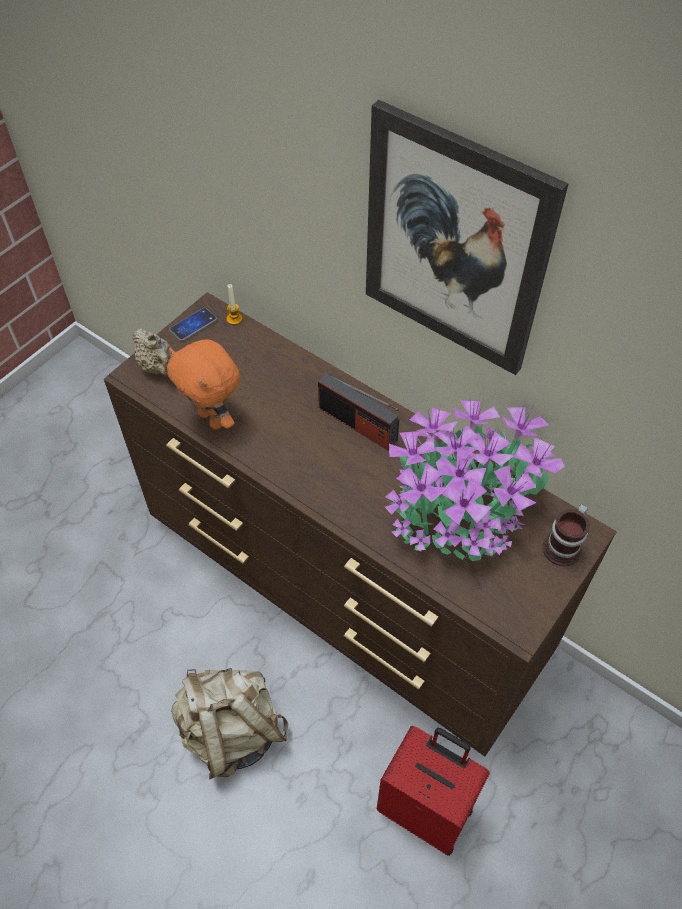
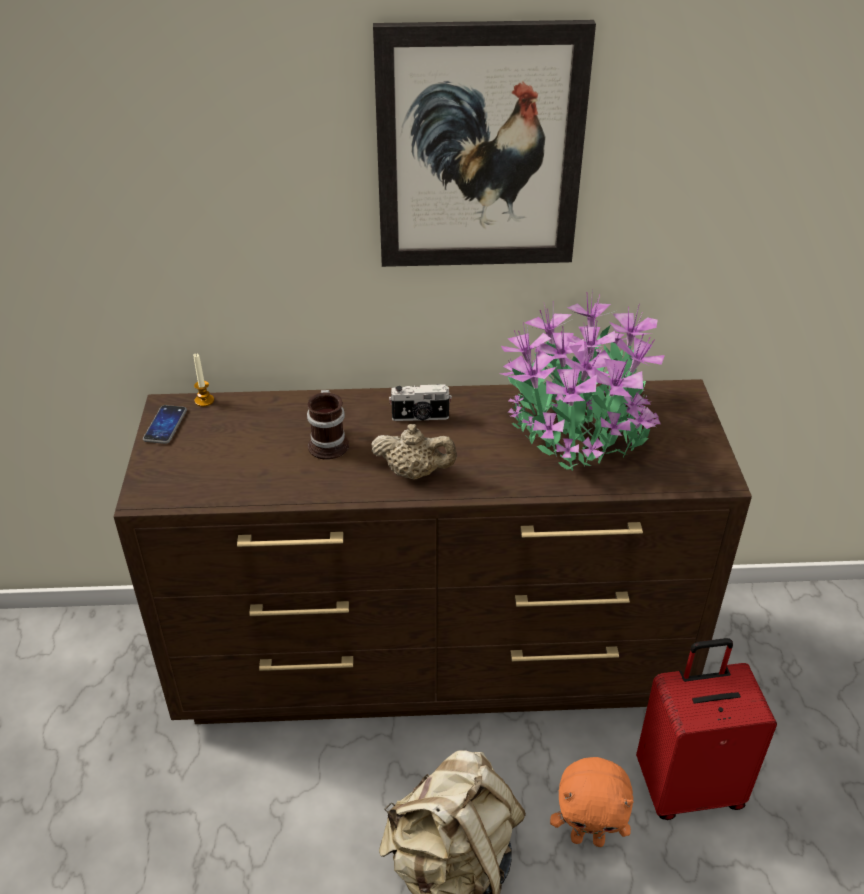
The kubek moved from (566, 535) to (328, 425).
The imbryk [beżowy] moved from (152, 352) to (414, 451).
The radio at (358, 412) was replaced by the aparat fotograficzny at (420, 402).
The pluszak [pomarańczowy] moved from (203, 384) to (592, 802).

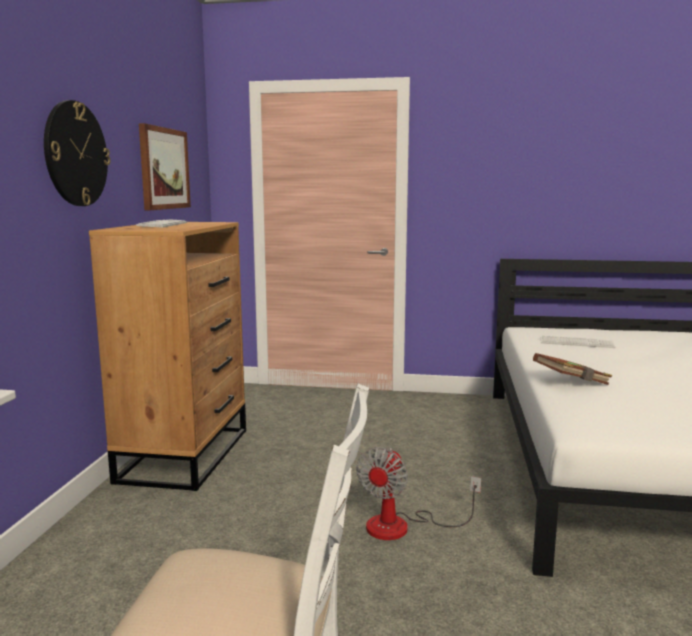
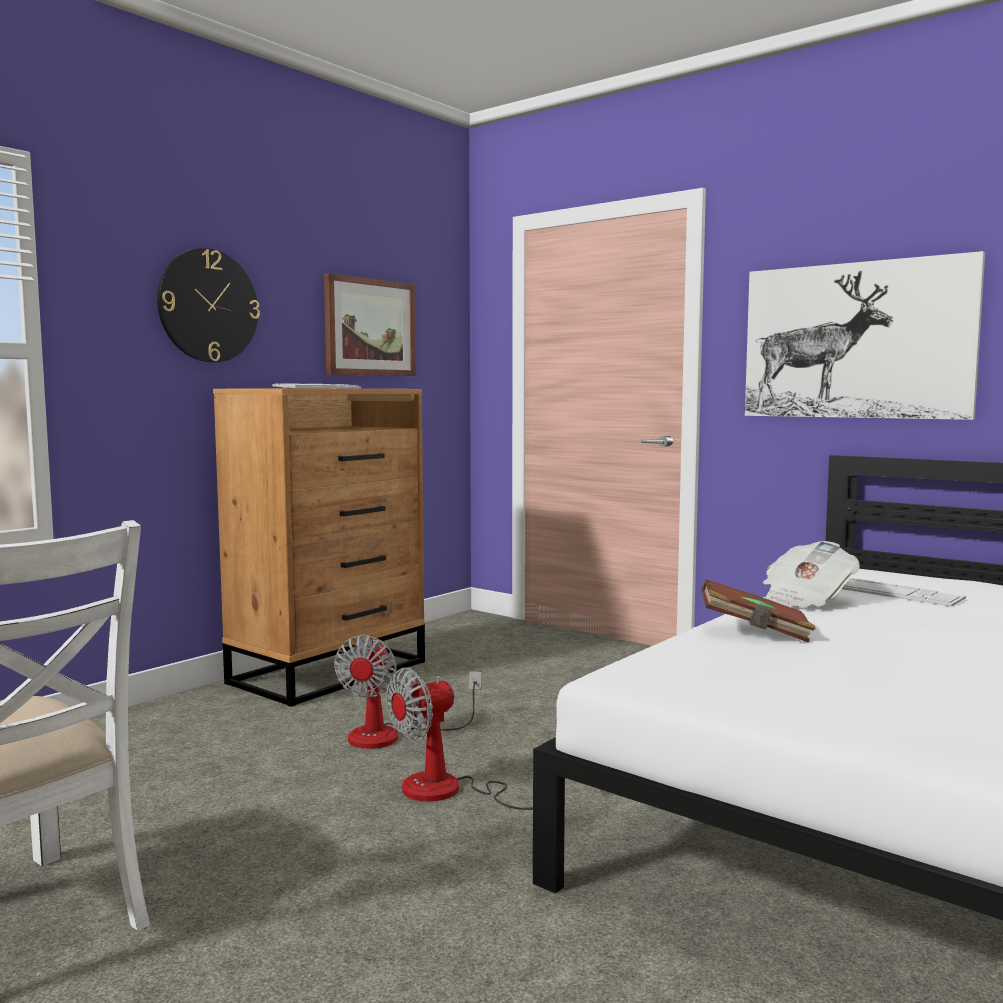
The wentylator at (407, 692) appeared.
The obraz at (865, 335) appeared.
The gazeta at (811, 574) appeared.

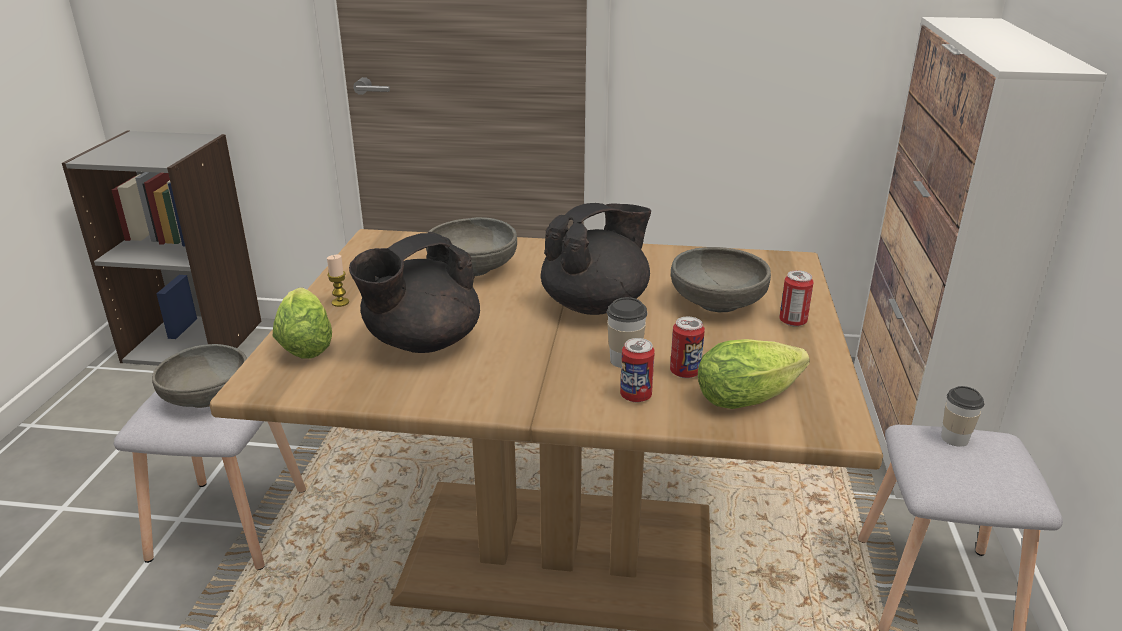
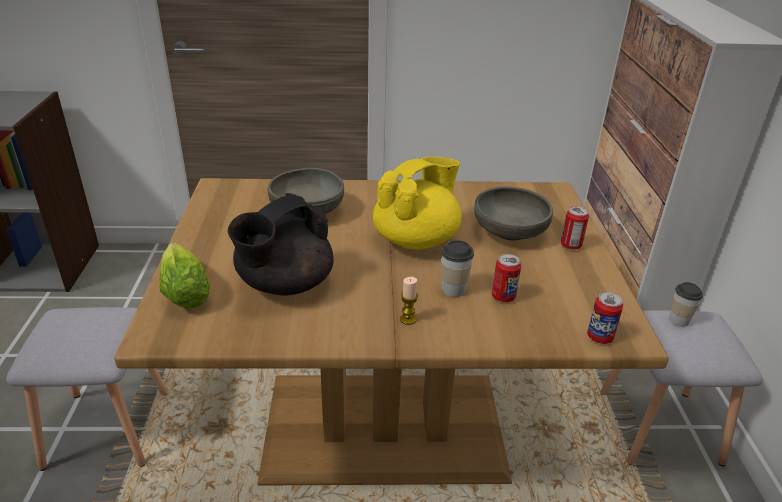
The imbryk [czarny] at (596, 259) became the imbryk [żółty] at (417, 203).
The świeca moved from (338, 281) to (409, 301).
The puszka moved from (637, 370) to (605, 318).
The miska [szary] at (199, 376) disappeared.
The sałata at (753, 374) disappeared.

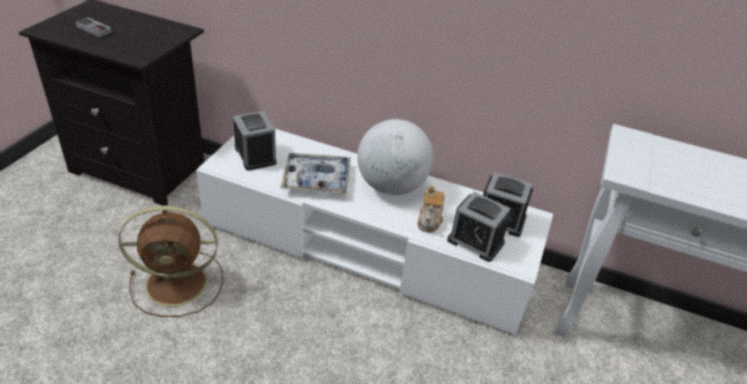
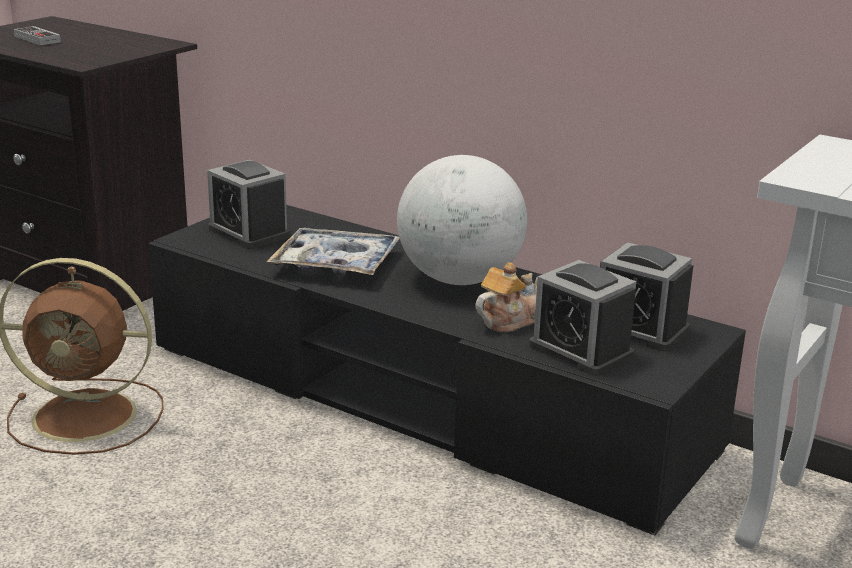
The szafka pod telewizor [biały] at (374, 231) became the szafka pod telewizor [czarny] at (447, 370).
The budzik at (255, 141) turned 150 degrees clockwise.
The imbryk at (431, 209) turned 150 degrees counterclockwise.

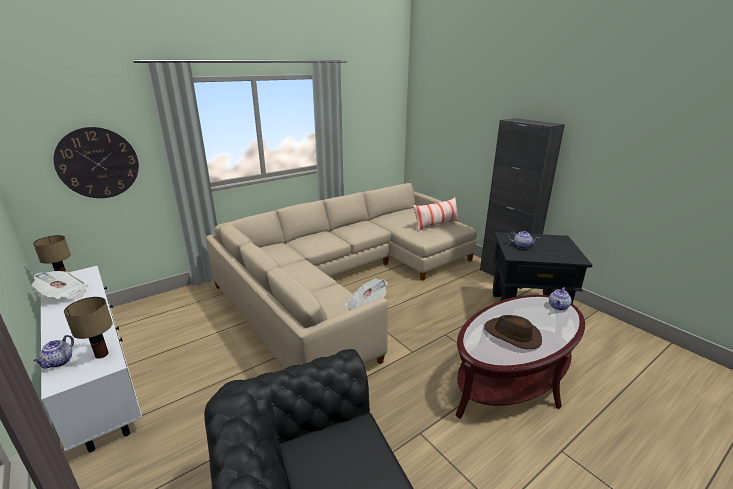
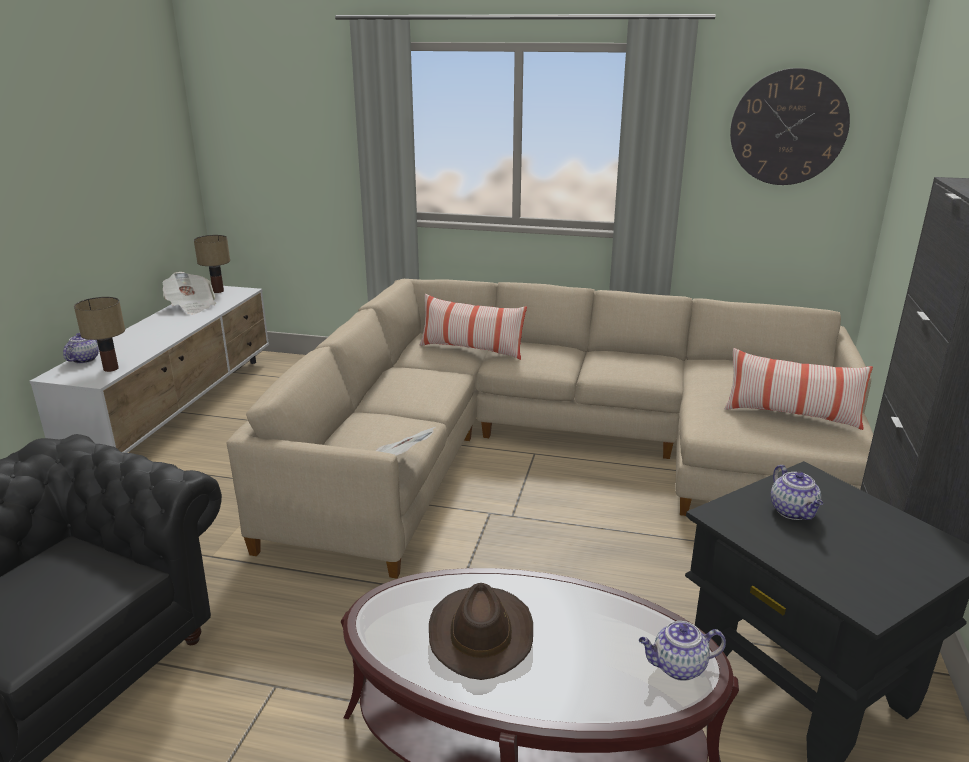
The imbryk at (53, 352) turned 135 degrees clockwise.
The poduszka at (473, 327) appeared.
The zegar ścienny moved from (96, 162) to (790, 126).

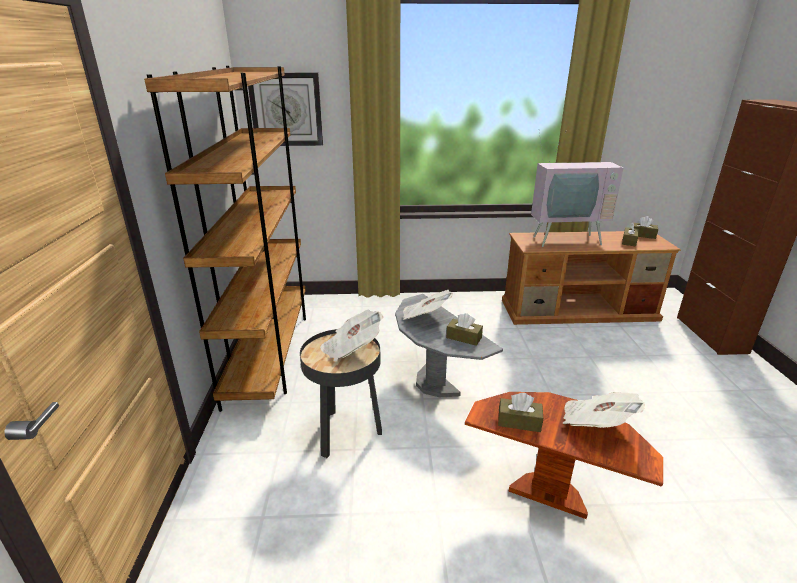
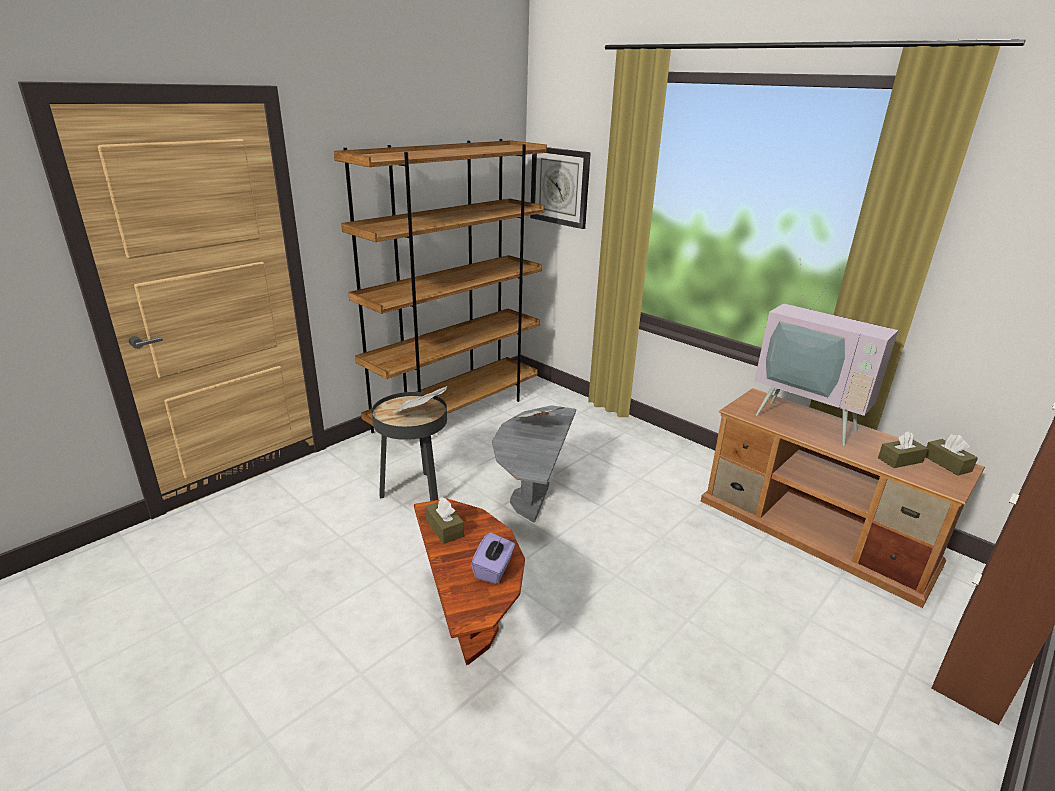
The gazeta at (603, 410) was replaced by the pudełko chusteczek [fioletowy] at (493, 558).
The pudełko chusteczek [brązowy] at (464, 329) disappeared.

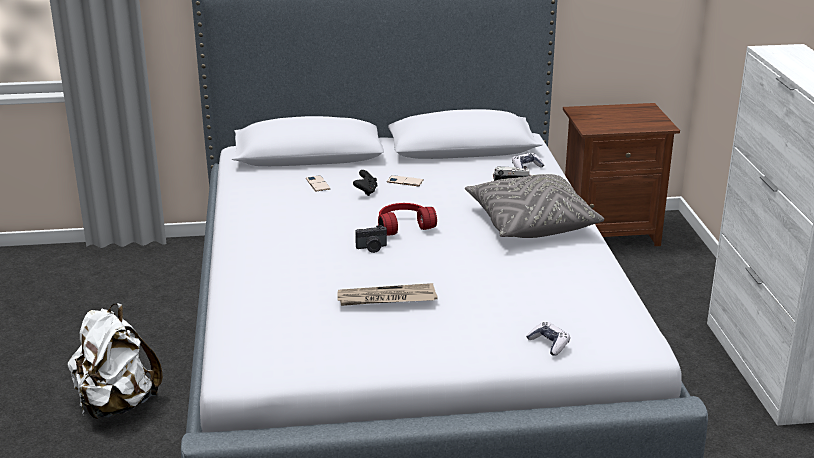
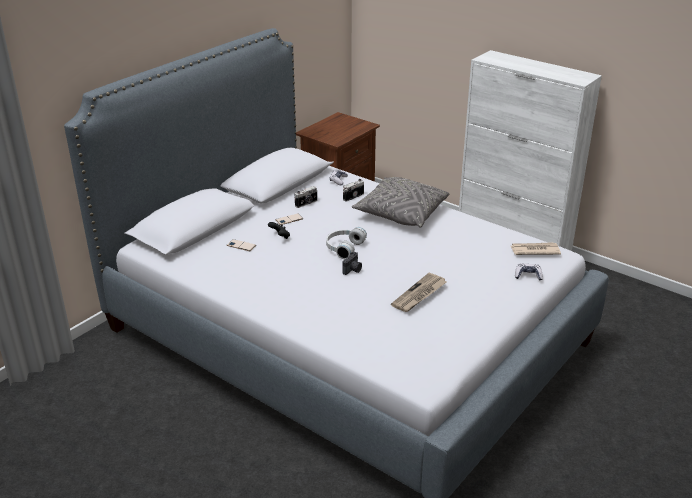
The aparat fotograficzny at (306, 197) appeared.
The słuchawki [czerwony] at (407, 219) became the słuchawki [biały] at (346, 243).
The gazeta at (536, 248) appeared.
The plecak [biały] at (115, 361) disappeared.

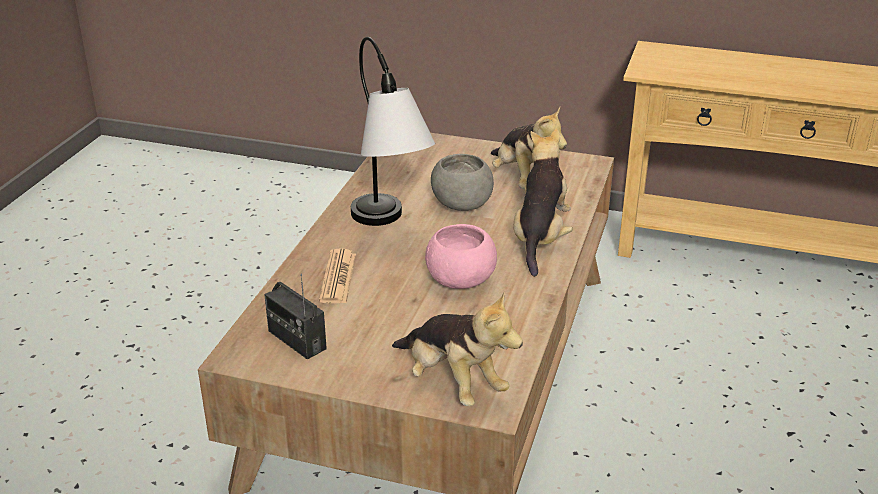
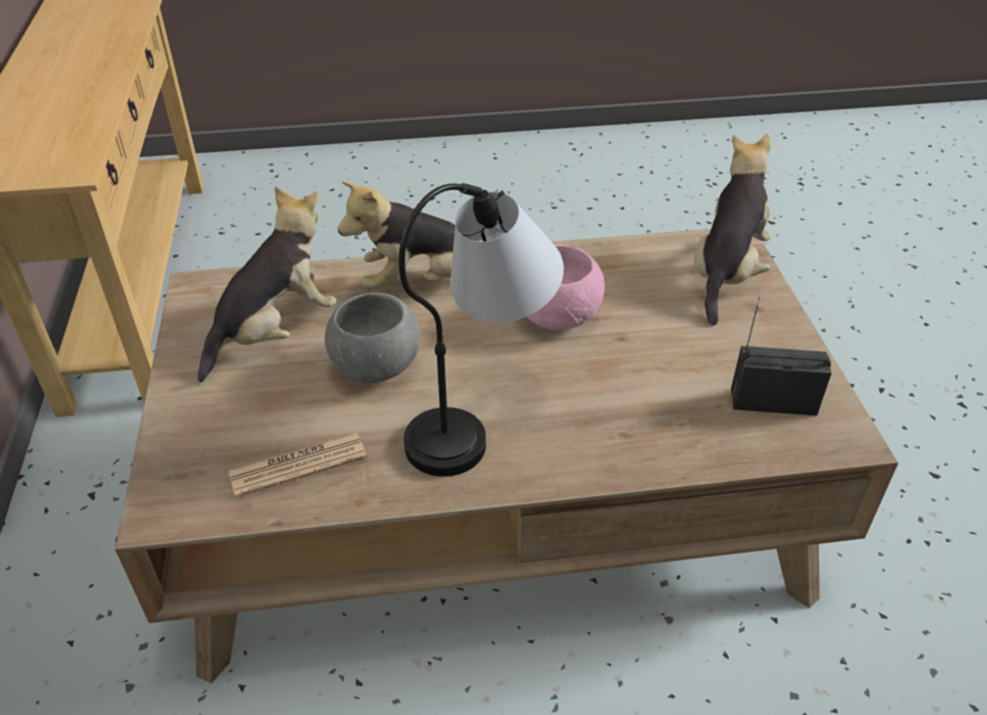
The gazeta moved from (337, 275) to (297, 465).
The radio at (295, 317) turned 105 degrees counterclockwise.

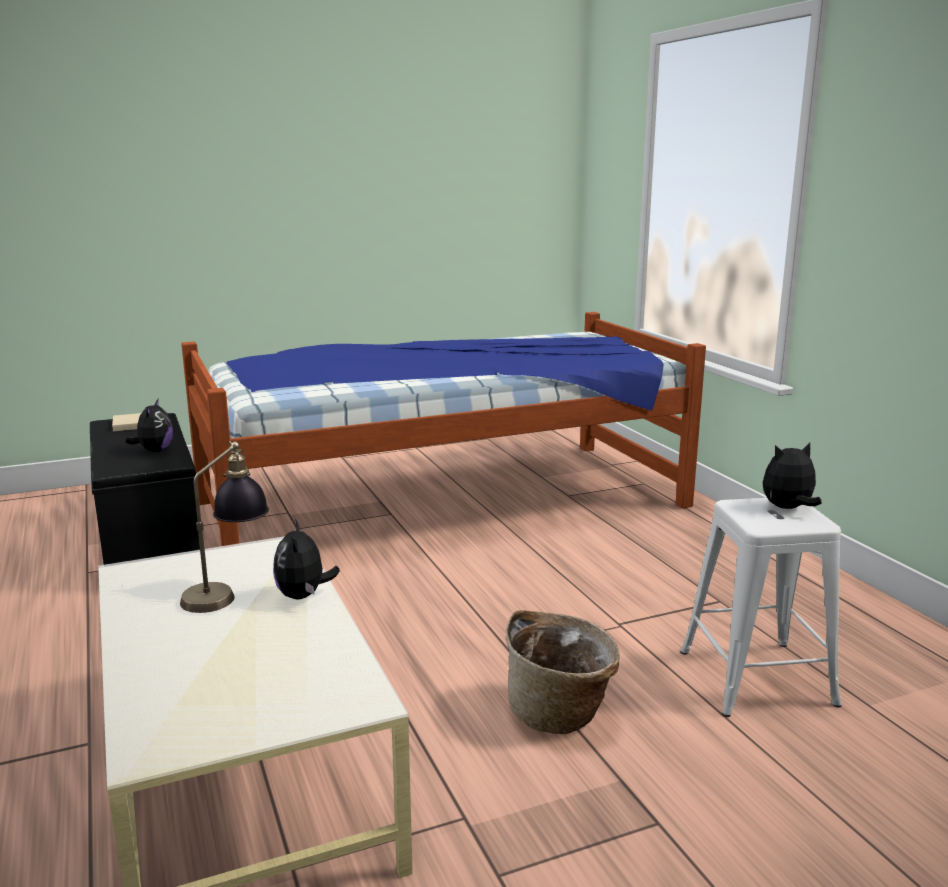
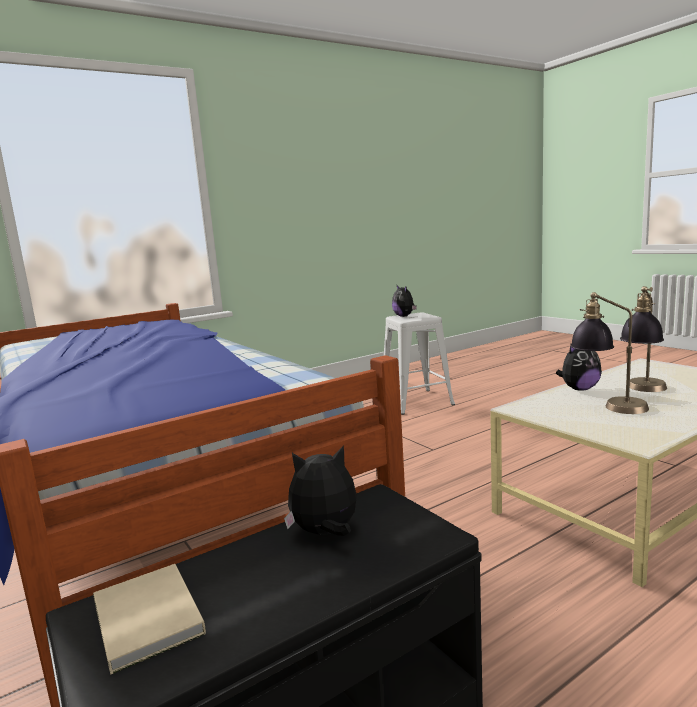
The lampa stołowa at (643, 339) appeared.
The koszyk at (563, 672) disappeared.

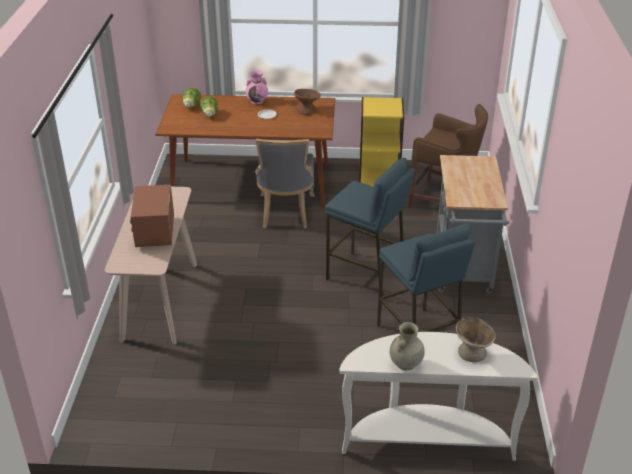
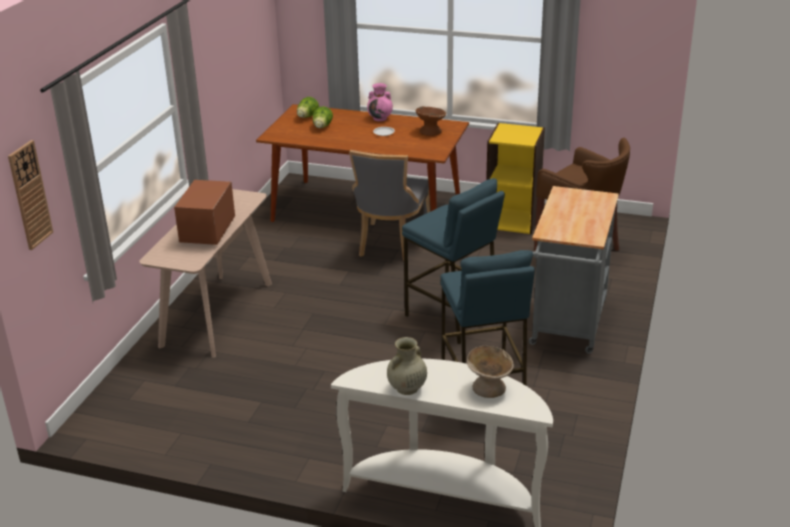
The zegar ścienny at (30, 195) appeared.

